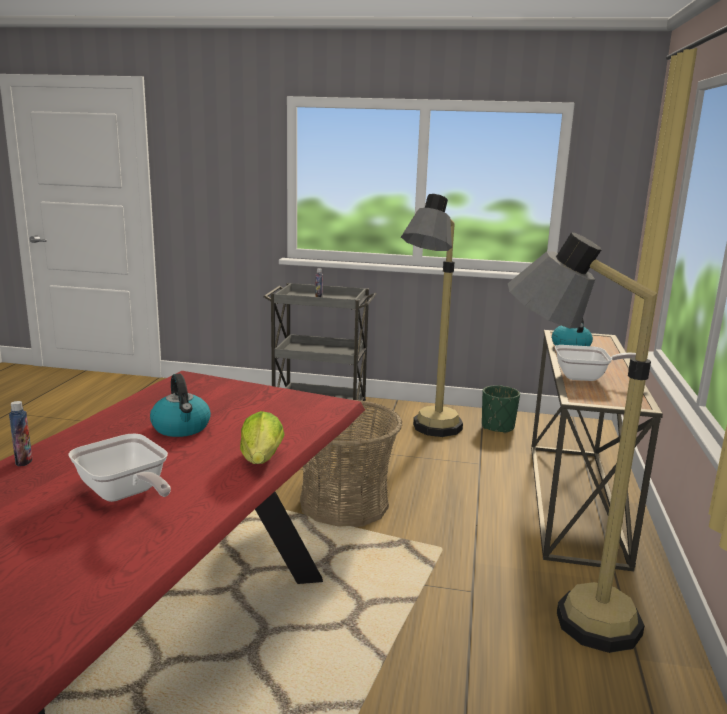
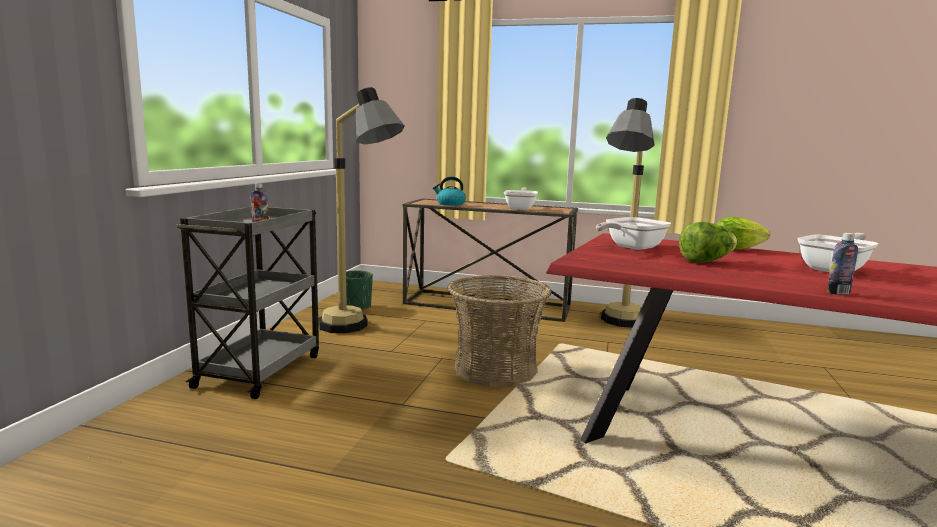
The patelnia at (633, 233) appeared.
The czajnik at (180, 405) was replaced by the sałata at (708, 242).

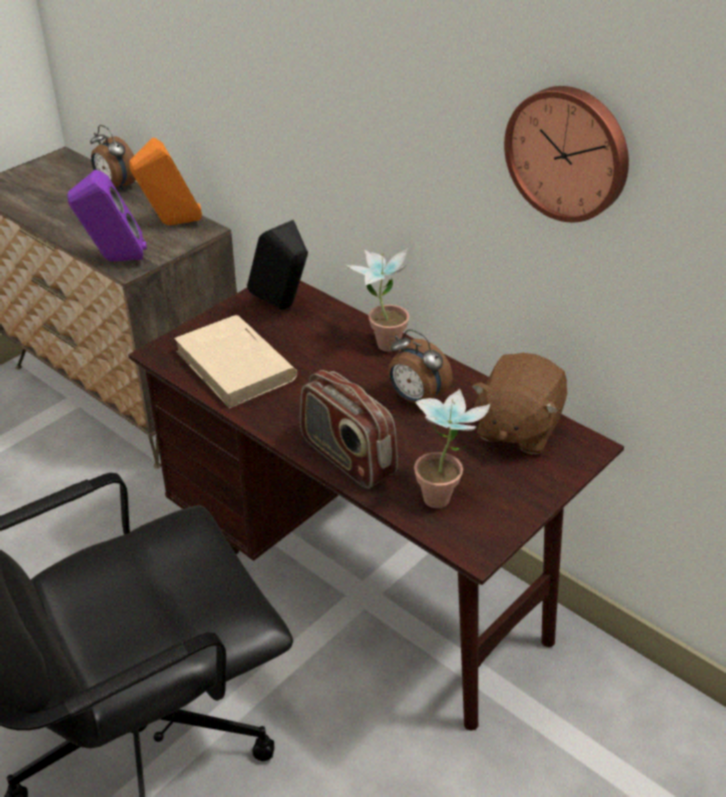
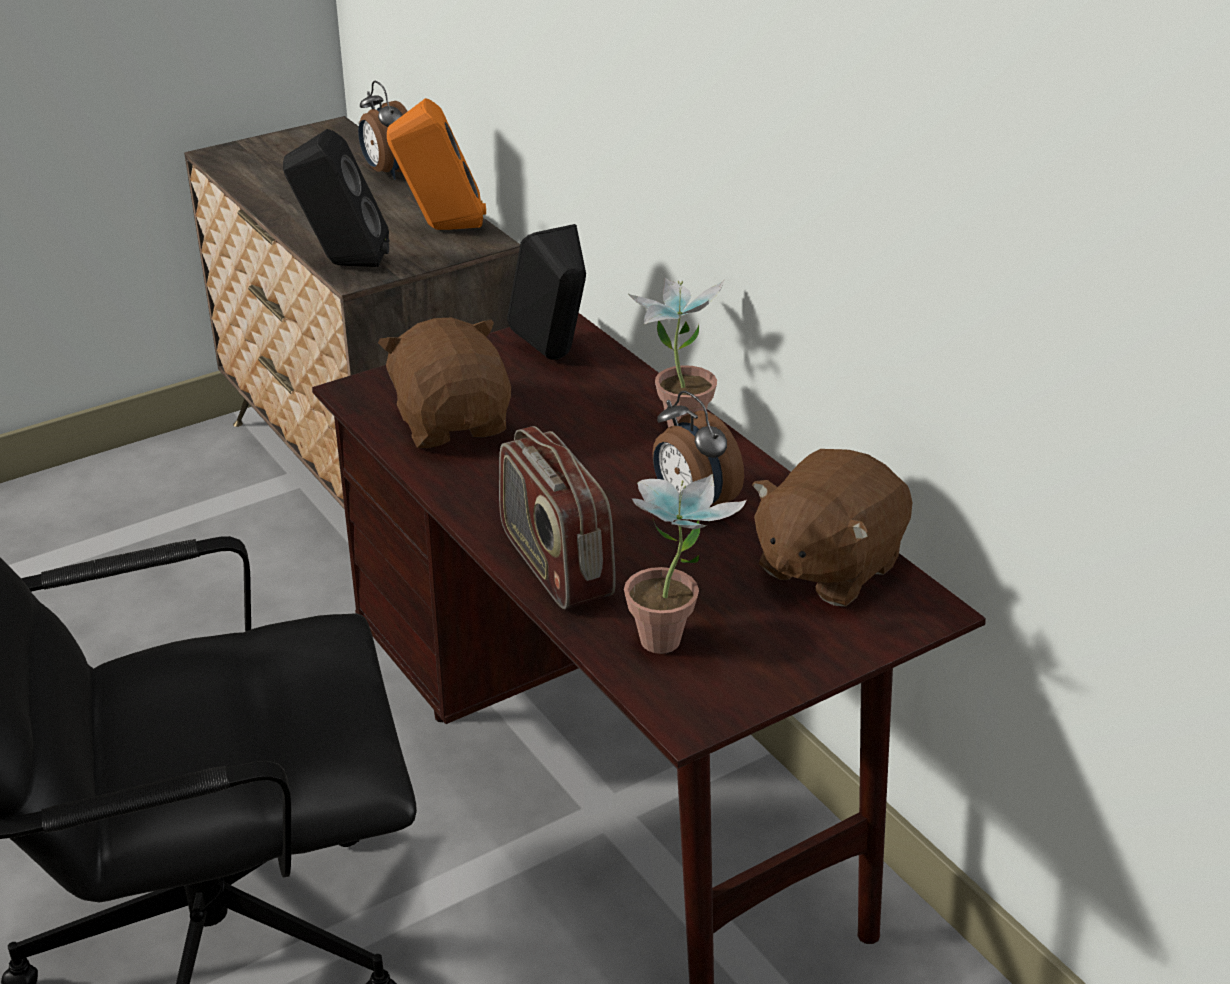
The głośnik [fioletowy] at (107, 216) became the głośnik [czarny] at (336, 198).
The książka [beżowy] at (235, 361) was replaced by the pluszak [brązowy] at (444, 382).
The zegar ścienny at (566, 154) disappeared.

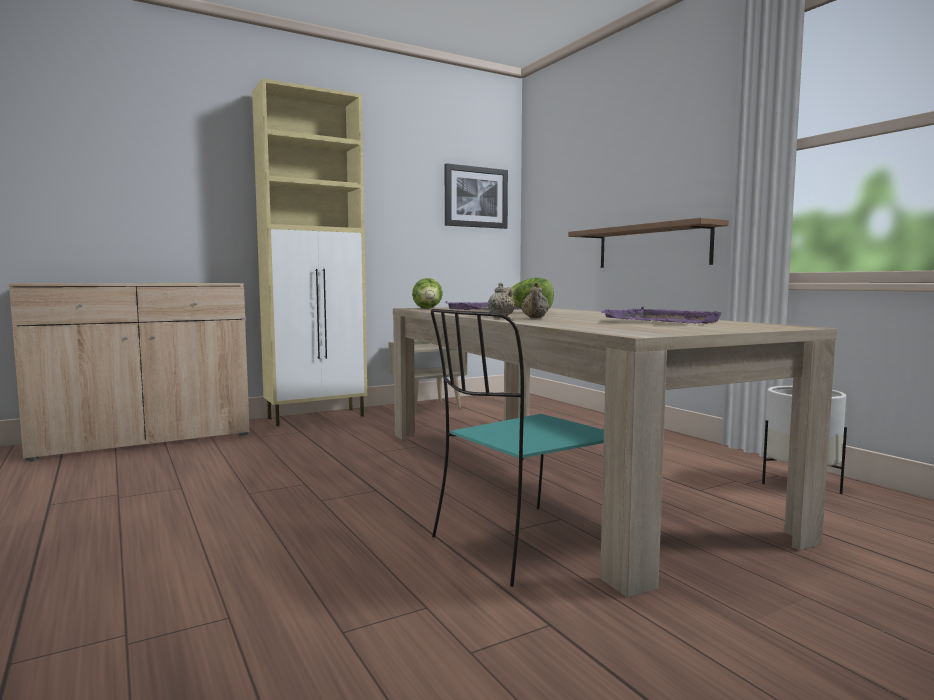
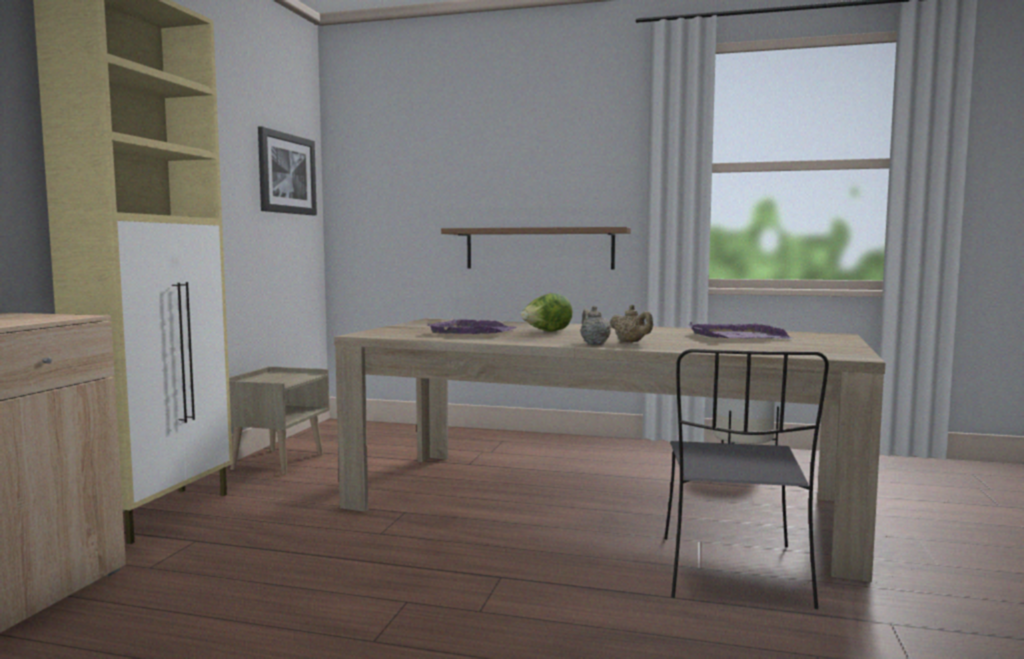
The krzesło [turkusowy] at (517, 448) became the krzesło [szary] at (746, 479).
The sałata at (427, 293) disappeared.

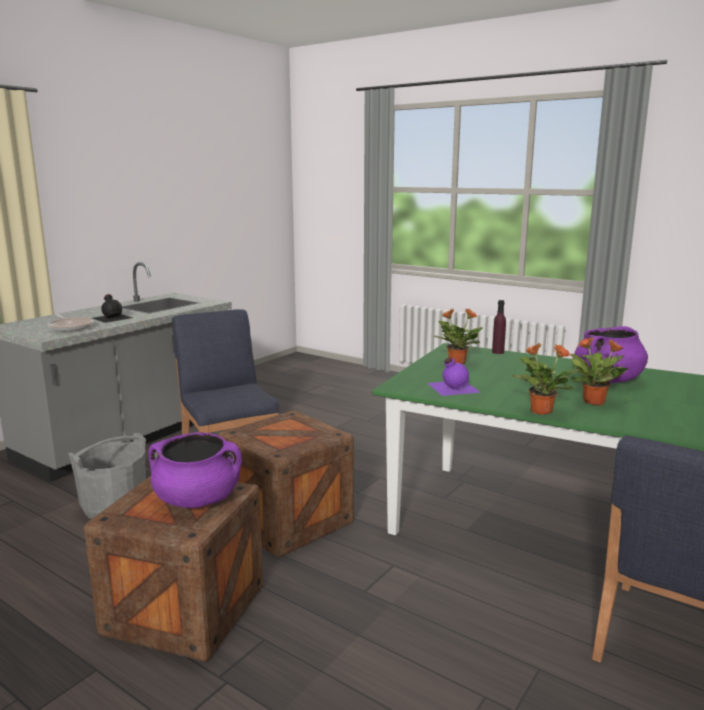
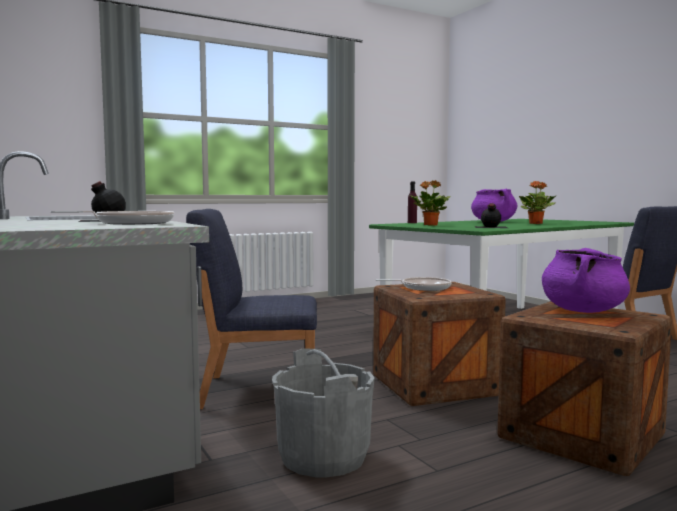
The patelnia at (414, 284) appeared.
The butelka [fioletowy] at (454, 376) became the butelka [czarny] at (490, 215).
The roślina doniczkowa at (545, 379) disappeared.

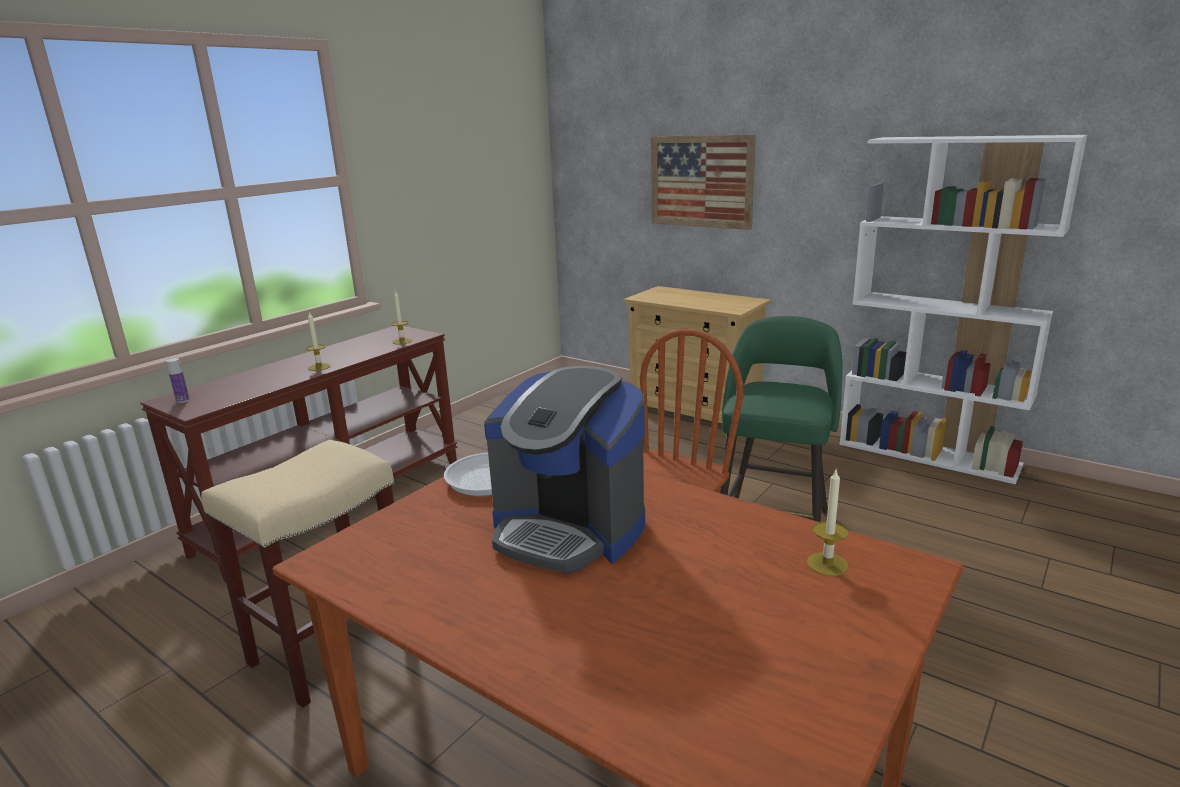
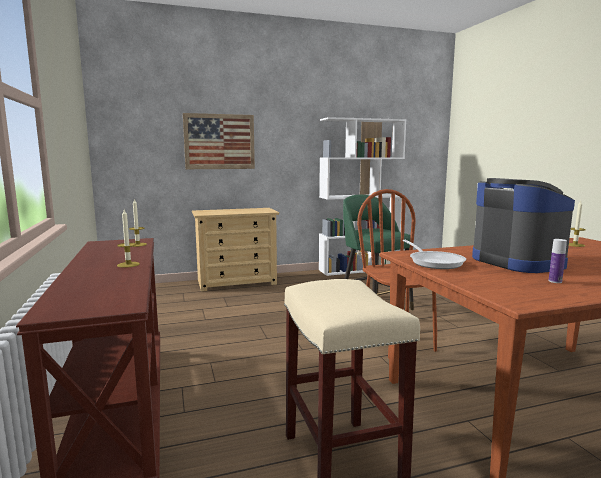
The ekspres do kawy at (564, 469) turned 90 degrees counterclockwise.
The butelka moved from (178, 380) to (558, 261).

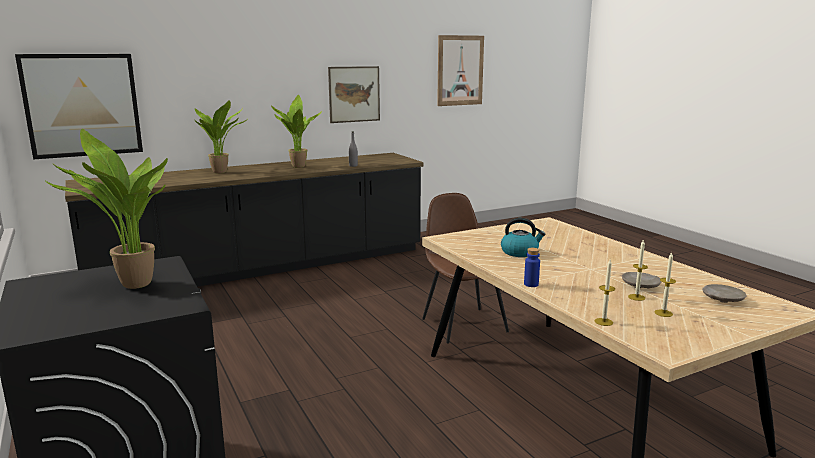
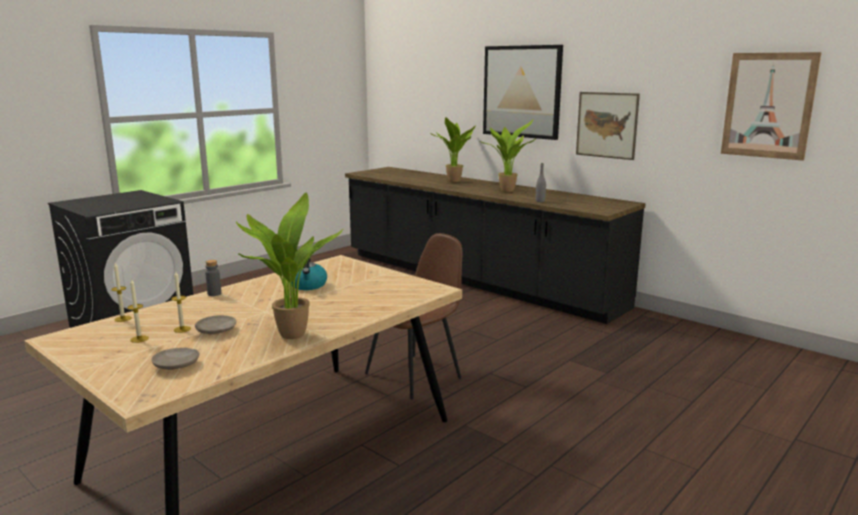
The butelka [niebieski] at (532, 267) became the butelka [szary] at (213, 278).
The roślina doniczkowa moved from (106, 209) to (290, 266).
The obraz moved from (79, 106) to (523, 92).

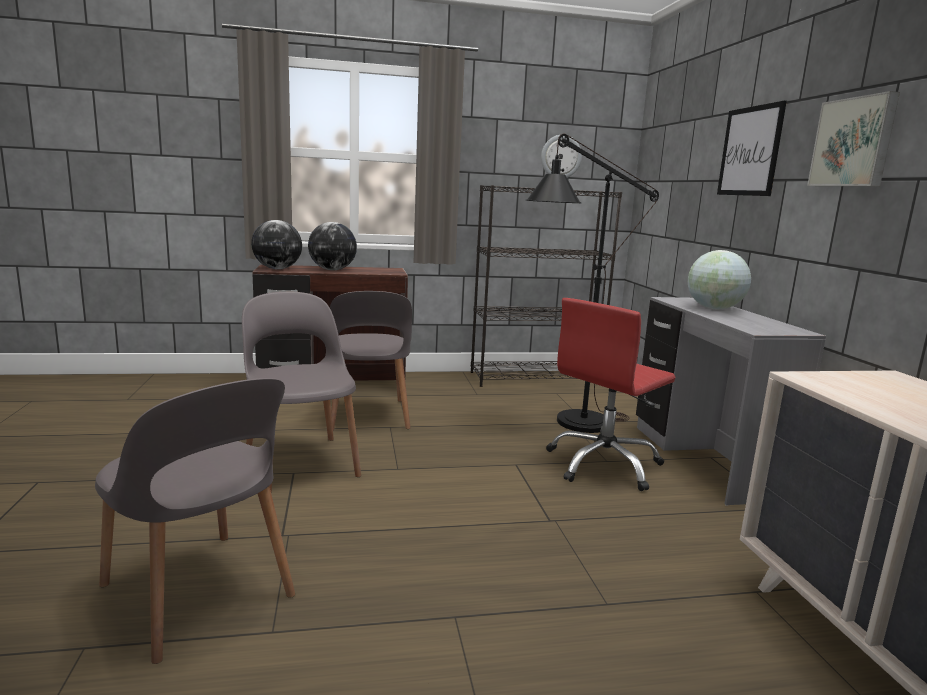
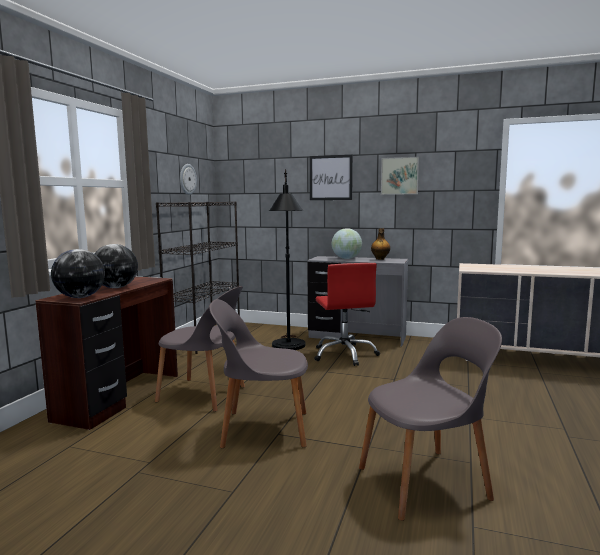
The butelka at (380, 244) appeared.

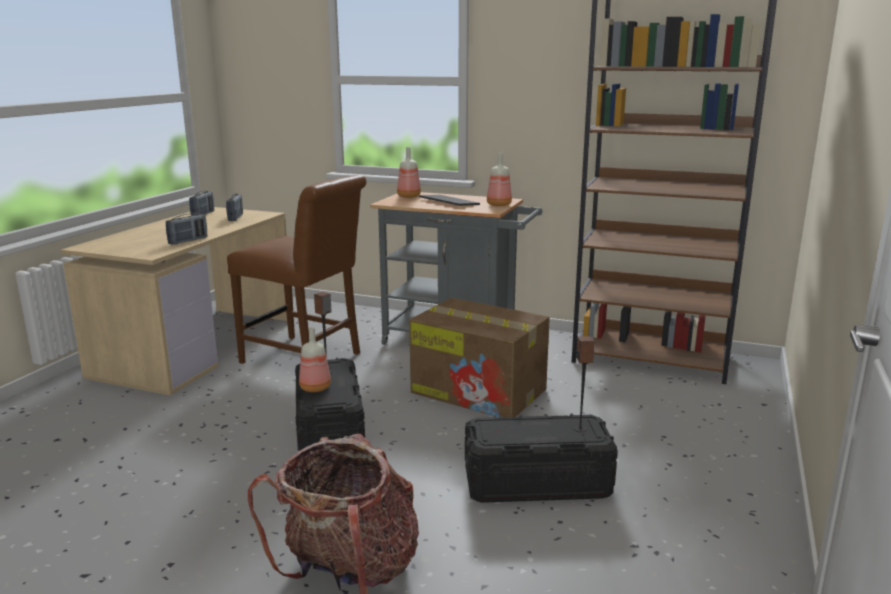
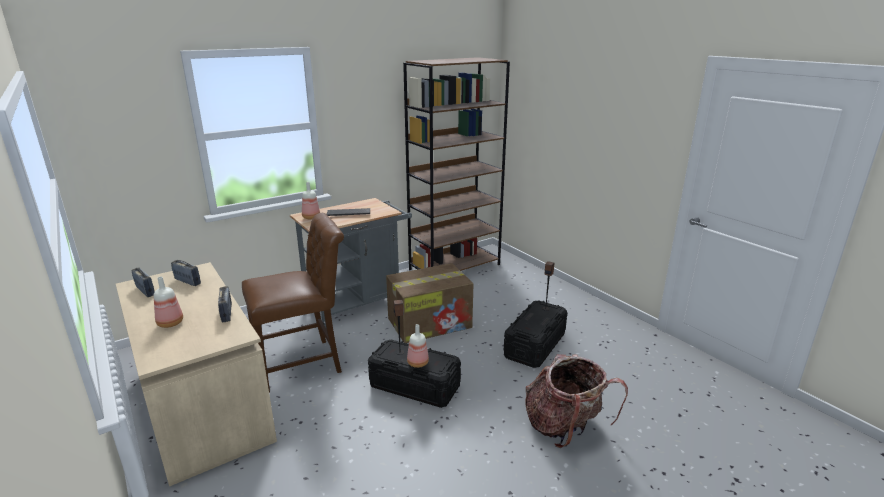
The butelka moved from (499, 179) to (168, 302).

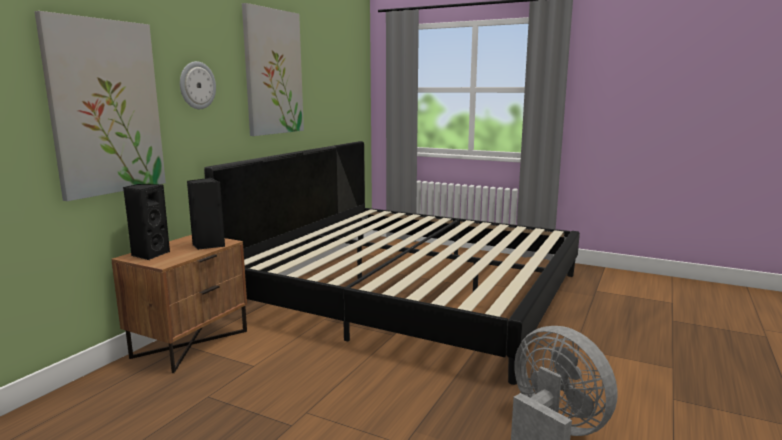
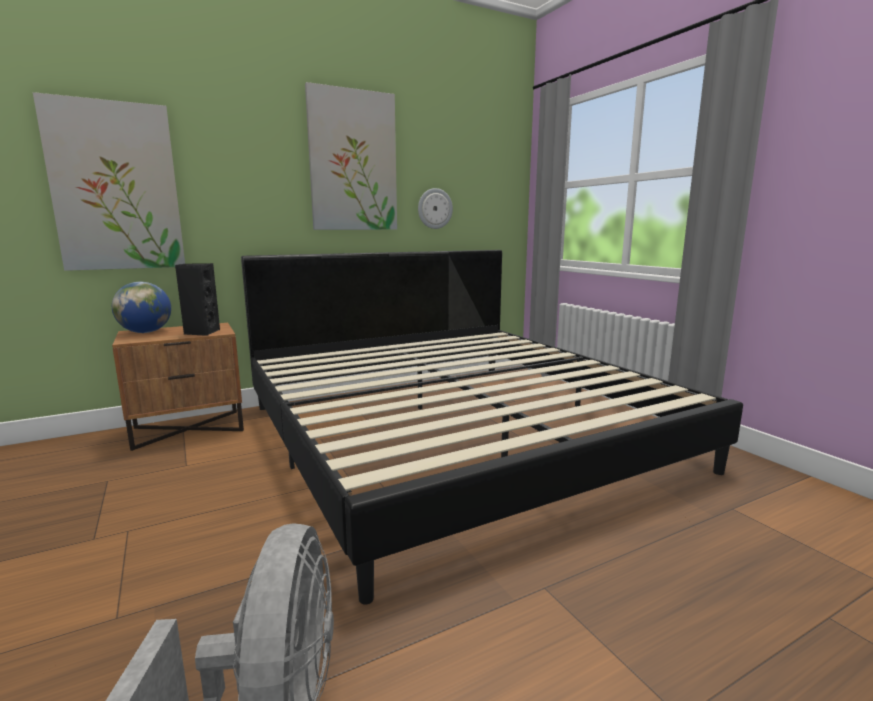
The głośnik [czarny] at (146, 222) was replaced by the globus at (141, 307).
The zegar ścienny moved from (198, 85) to (435, 208).

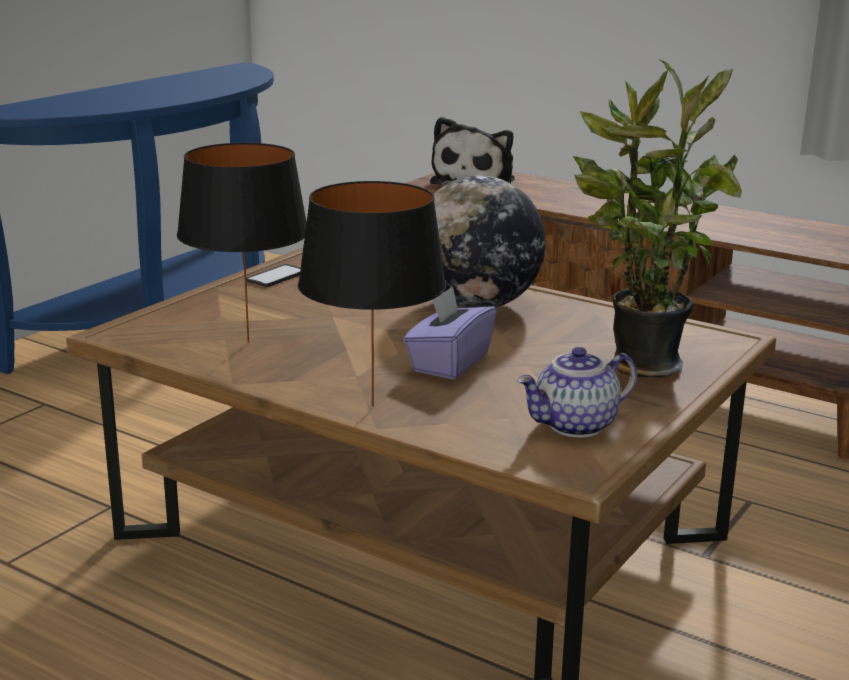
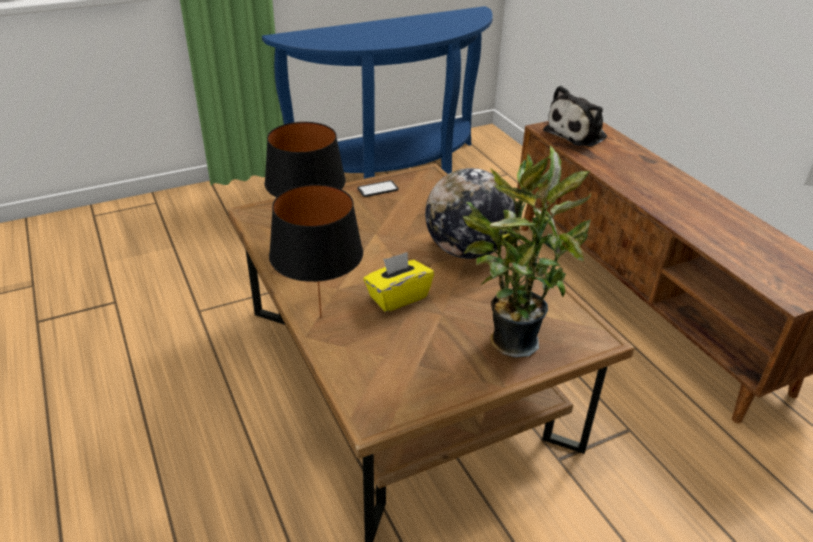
The pudełko chusteczek [fioletowy] at (449, 333) became the pudełko chusteczek [żółty] at (399, 282).
The imbryk at (577, 392) disappeared.

